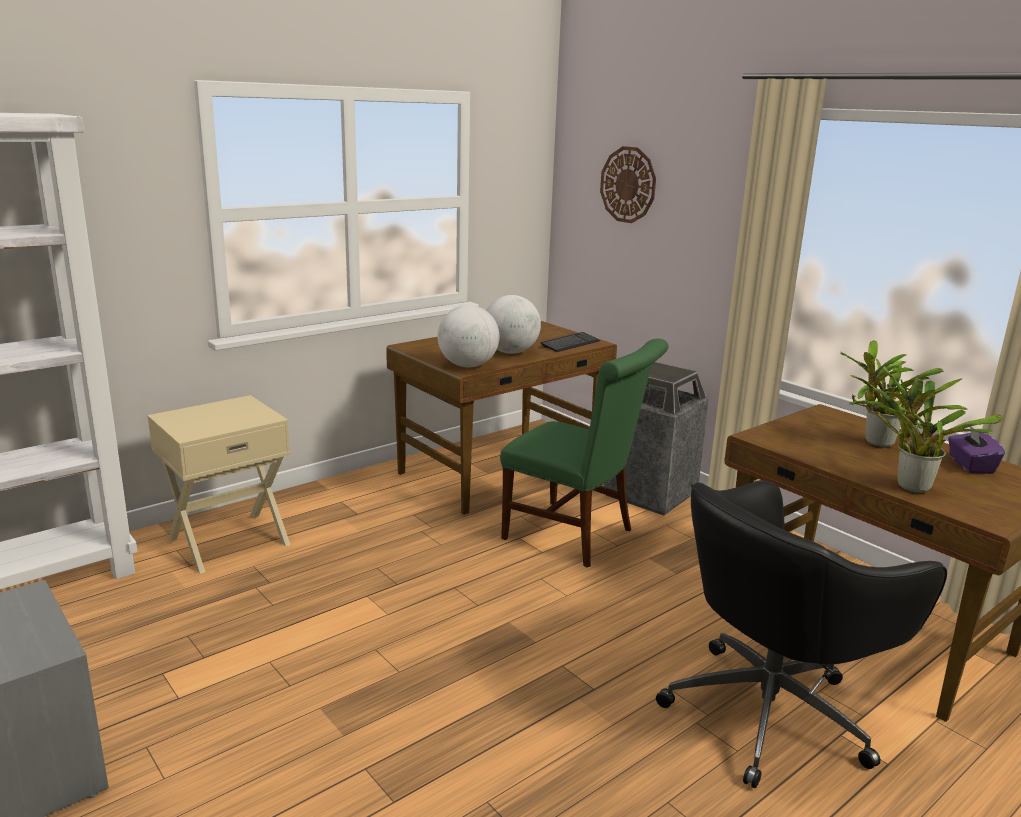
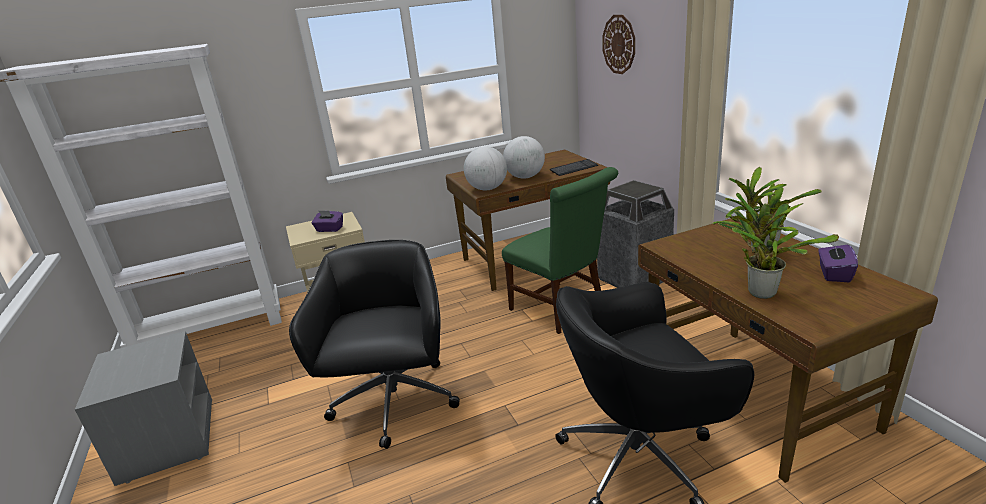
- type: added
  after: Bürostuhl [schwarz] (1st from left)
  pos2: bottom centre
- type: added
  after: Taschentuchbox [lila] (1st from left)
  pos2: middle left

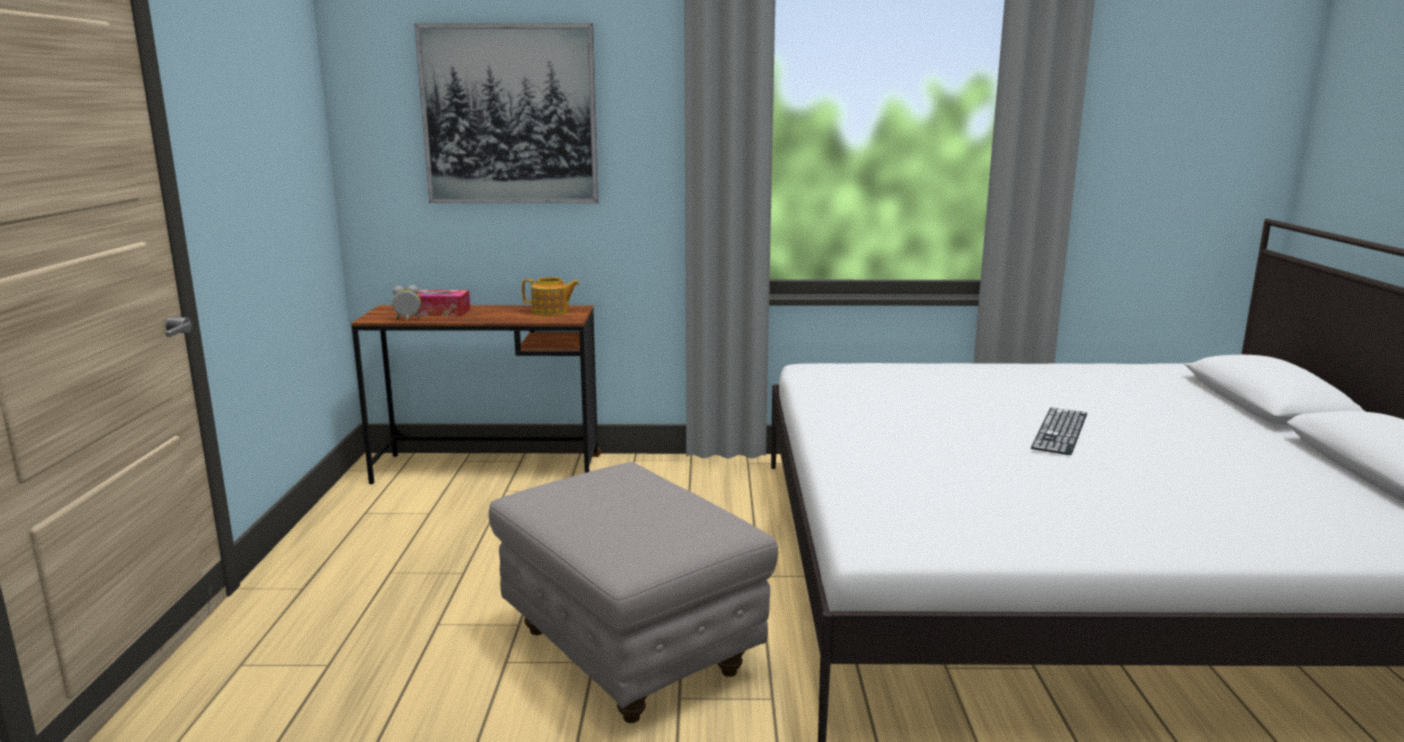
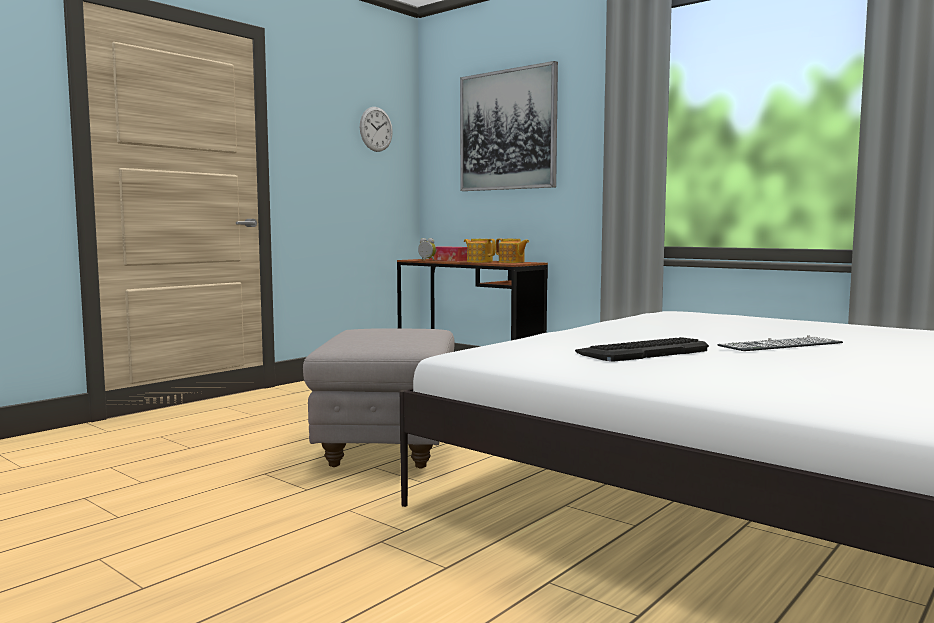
- type: added
  after: Wanduhr
  pos2: top centre
- type: added
  after: Teekanne (1st from left)
  pos2: centre
- type: added
  after: Tastatur (1st from left)
  pos2: middle right

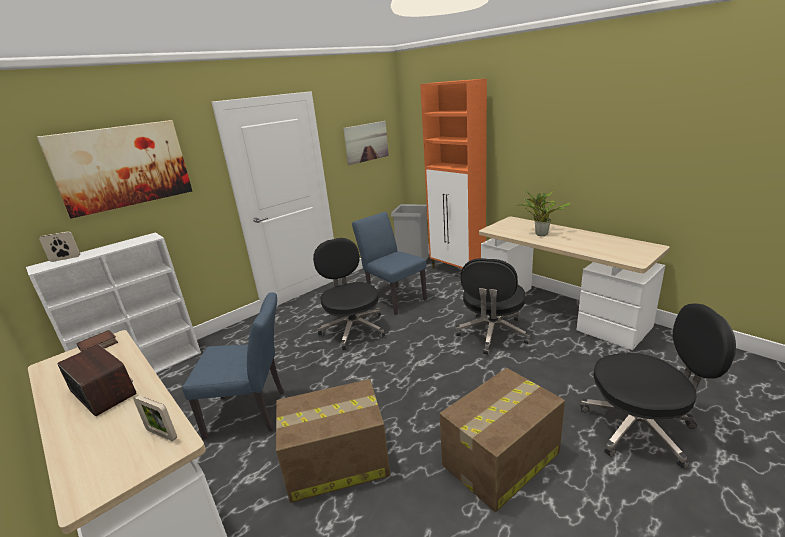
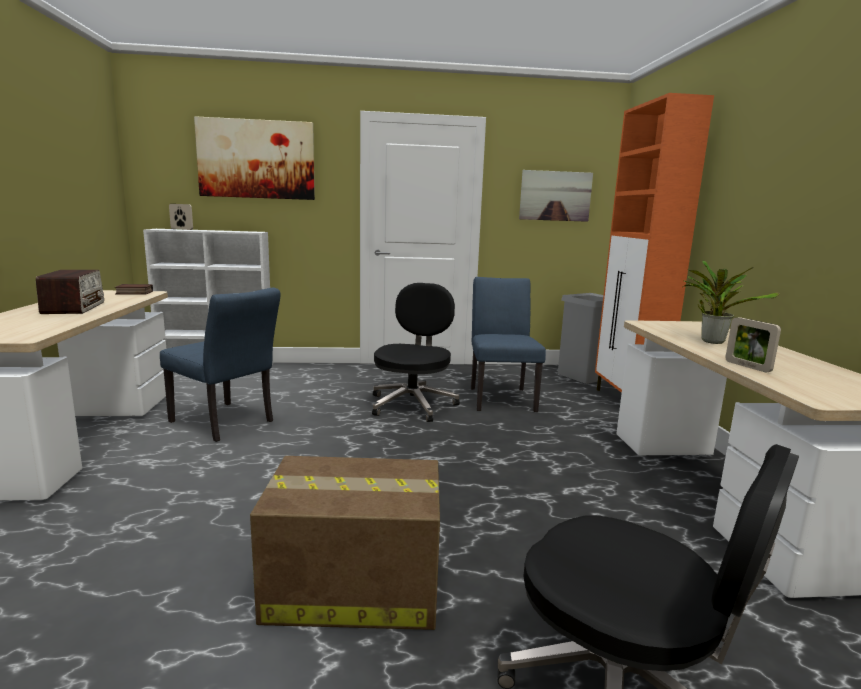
- type: moved
  before: Bilderrahmen (2nd from left)
  pos1: bottom left
  pos2: middle right
- type: removed
  before: Karton (1st from left)
  pos1: bottom centre
- type: removed
  before: Bürostuhl [schwarz] (2nd from left)
  pos1: centre

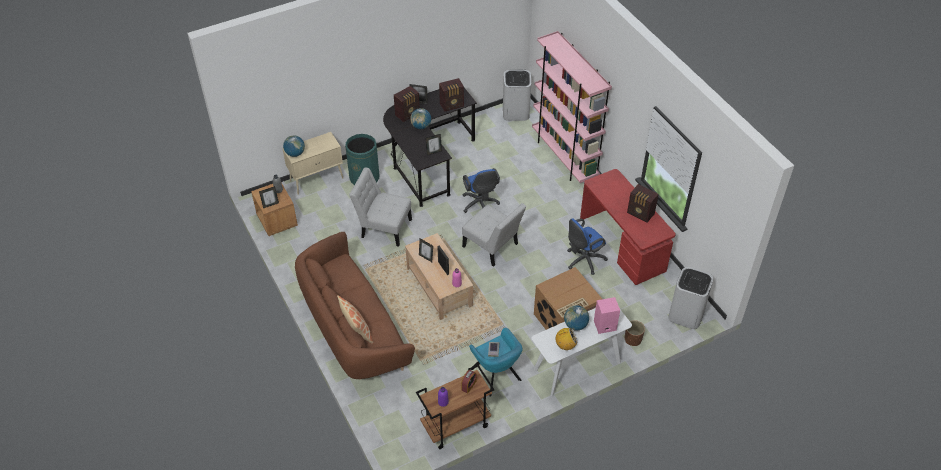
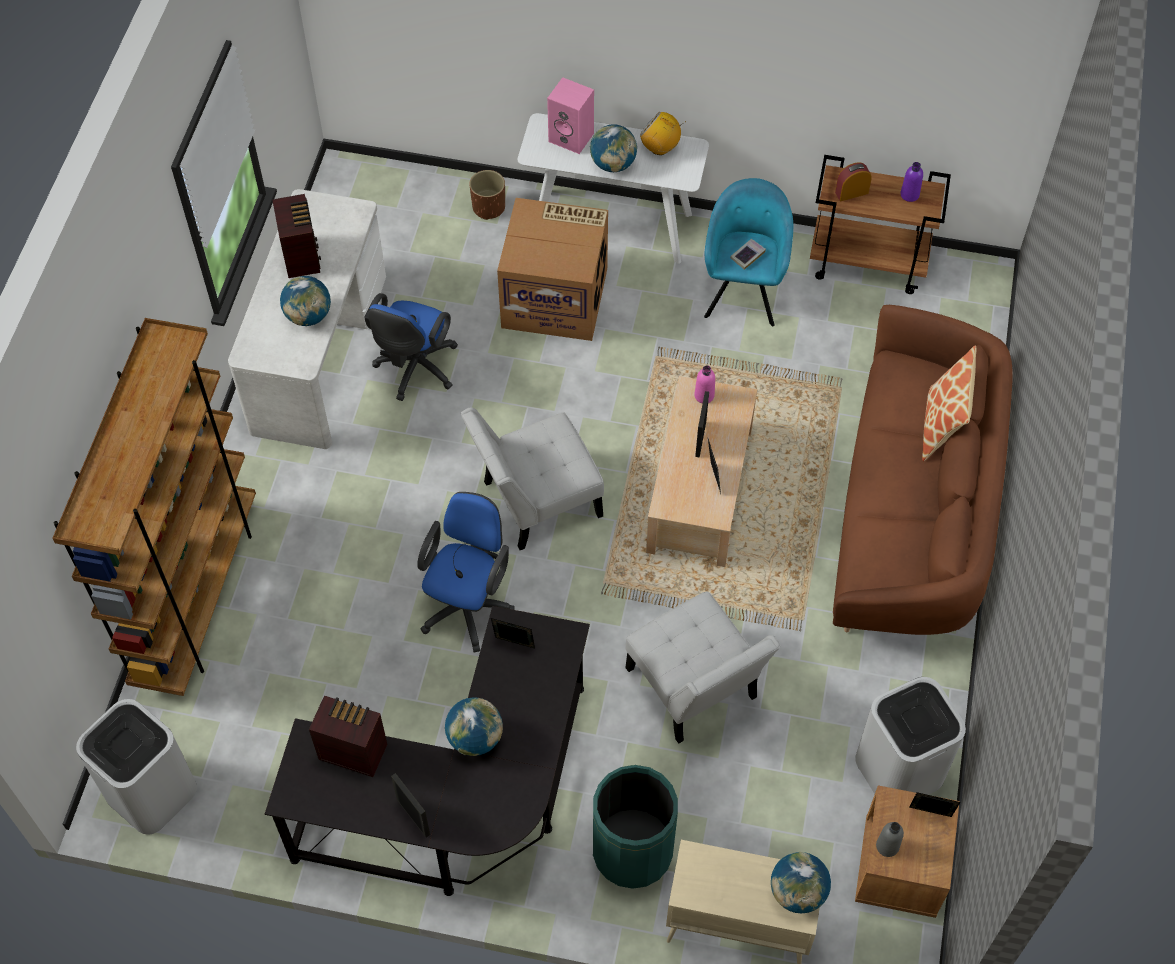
- type: recoloured
  before: Bücherregal [rosa]
  after: Bücherregal [braun]
  pos1: top centre
  pos2: middle left
- type: recoloured
  before: Schreibtisch [rot]
  after: Schreibtisch [weiß]
  pos1: middle right
  pos2: top left
- type: added
  after: Globus (1st from left)
  pos2: top left
- type: turned
  before: Bürostuhl [blau] (2nd from left in the first image)
  pos1: centre
  pos2: centre
  turn: 105
- type: turned
  before: Stuhl [weiß] (2nd from left in the first image)
  pos1: centre
  pos2: centre
  turn: -105
- type: moved
  before: Mülleimer [weiß] (2nd from left)
  pos1: middle right
  pos2: bottom right
- type: removed
  before: Radio (1st from left)
  pos1: top centre

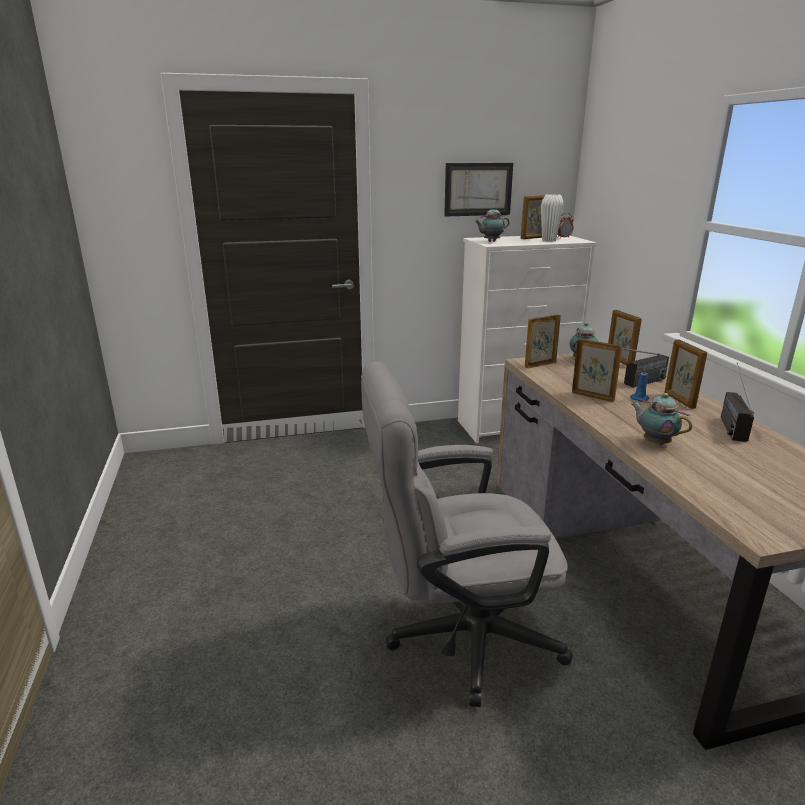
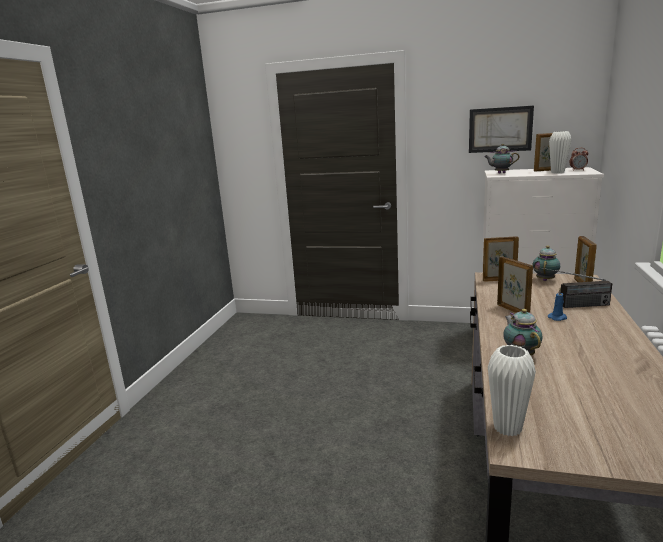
- type: added
  after: Vase [weiß] (1st from left)
  pos2: bottom right
- type: removed
  before: Bürostuhl [grau]
  pos1: centre
- type: removed
  before: Bilderrahmen (5th from left)
  pos1: middle right
- type: removed
  before: Radio (2nd from left)
  pos1: middle right

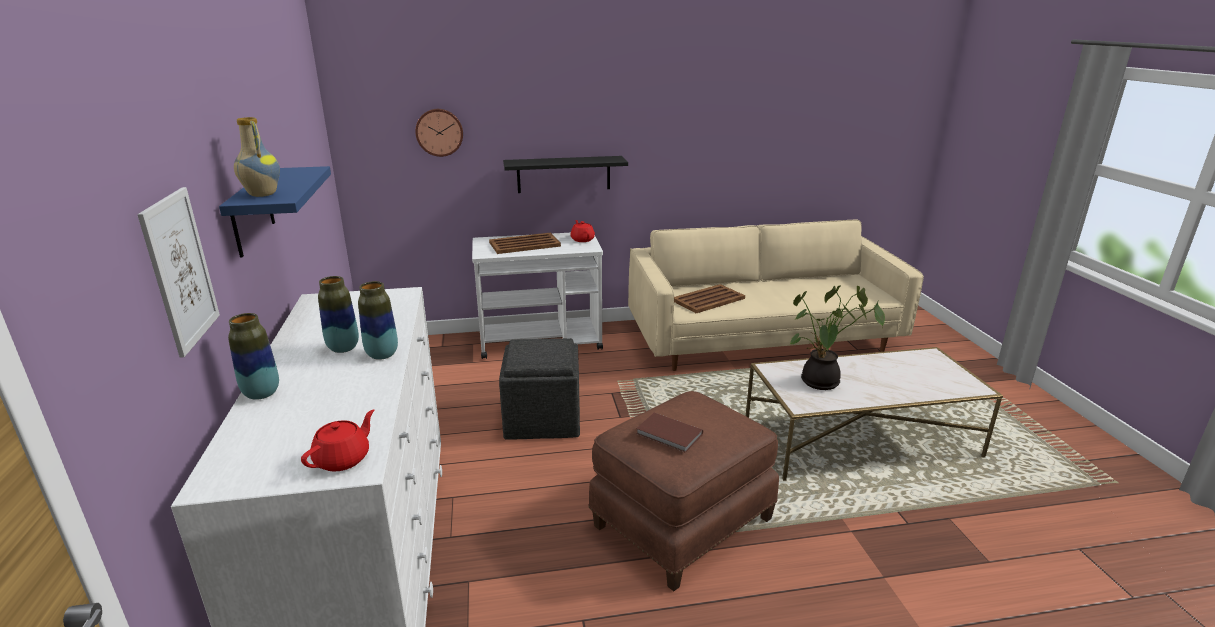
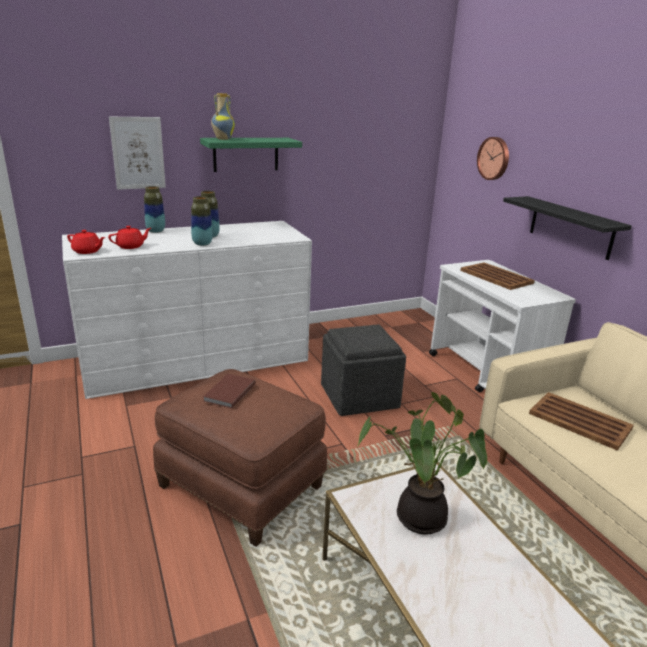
- type: moved
  before: Teekanne [rot] (2nd from left)
  pos1: centre
  pos2: middle left
- type: recoloured
  before: Wandregal [blau]
  after: Wandregal [grün]
  pos1: middle left
  pos2: top centre

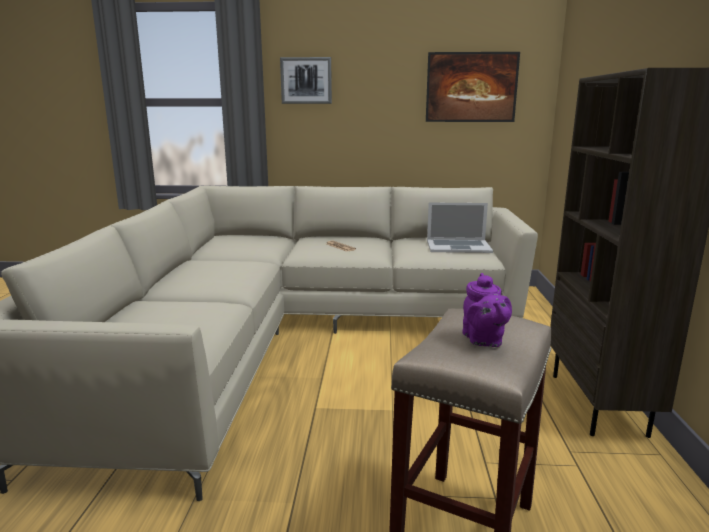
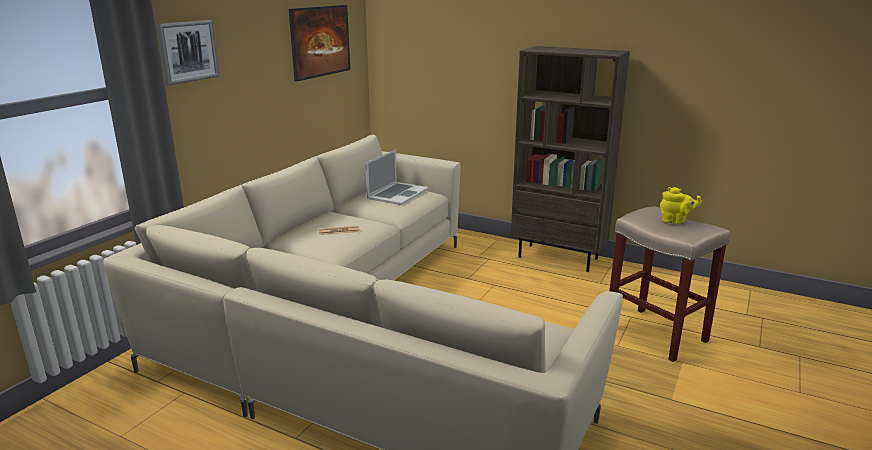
- type: recoloured
  before: Teekanne [lila]
  after: Teekanne [gelb]
  pos1: middle right
  pos2: middle right

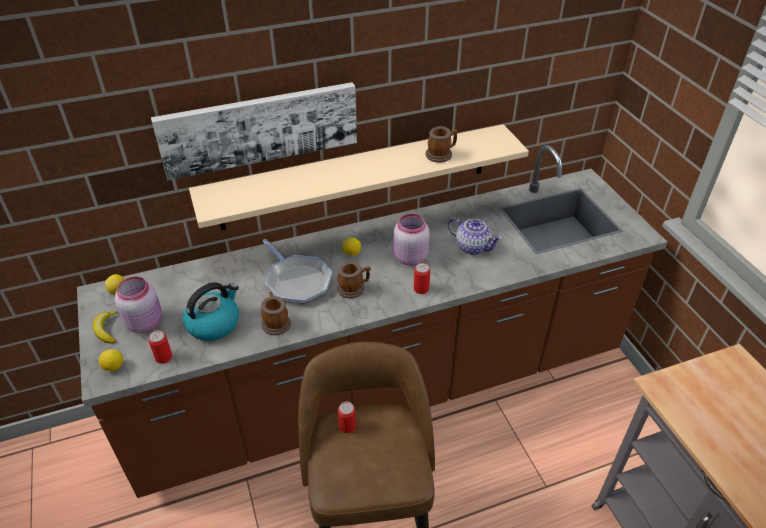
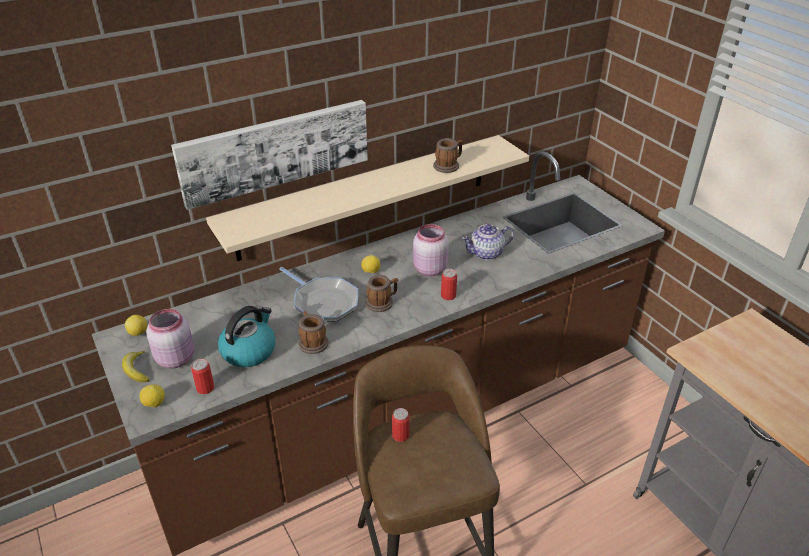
- type: turned
  before: Teekanne
  pos1: centre
  pos2: centre
  turn: 135

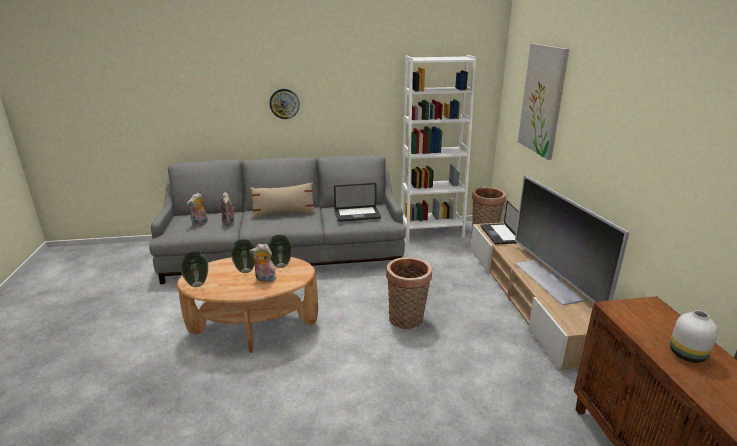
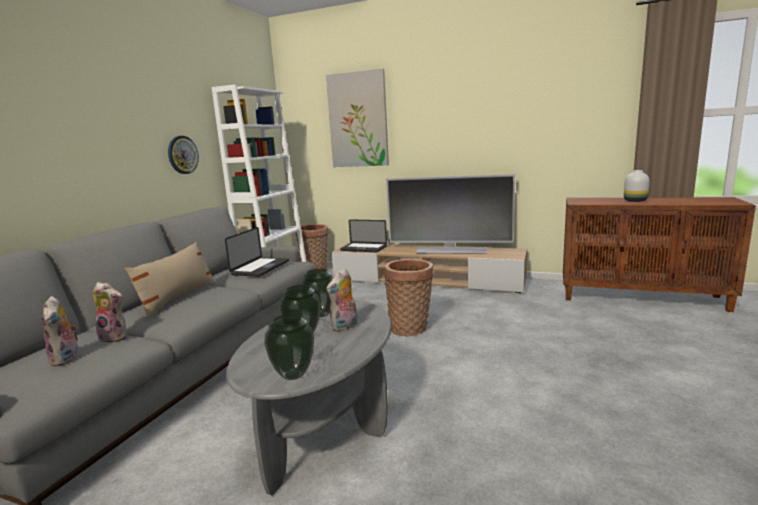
- type: moved
  before: Wanduhr
  pos1: top centre
  pos2: top left
- type: recoloured
  before: Couchtisch [braun]
  after: Couchtisch [grau]
  pos1: bottom centre
  pos2: bottom centre

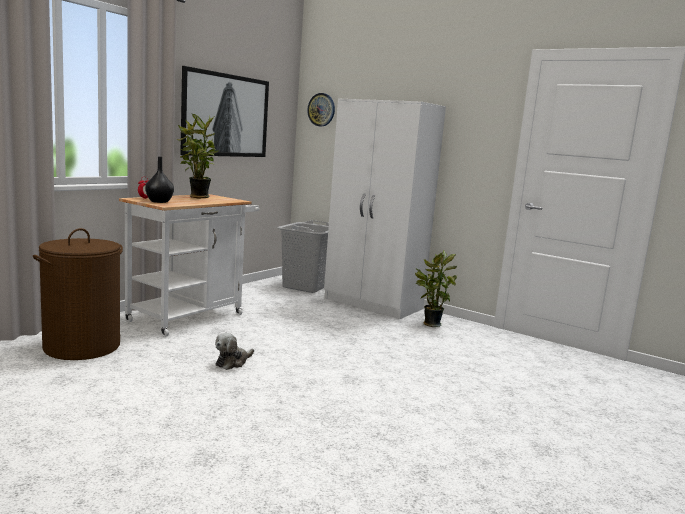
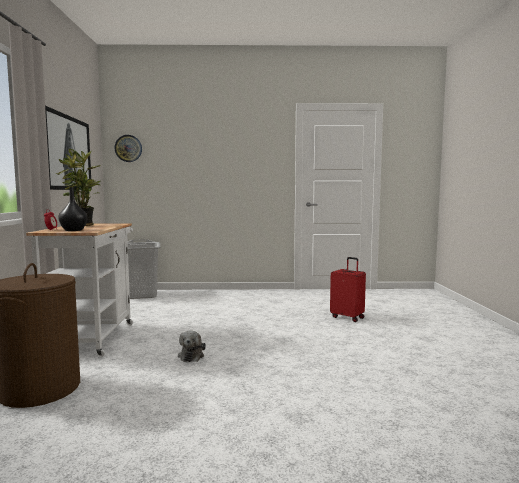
- type: added
  after: Koffer [rot]
  pos2: middle right
- type: removed
  before: Kleiderschrank [weiß]
  pos1: centre
- type: removed
  before: Topfpflanze (2nd from left)
  pos1: centre

